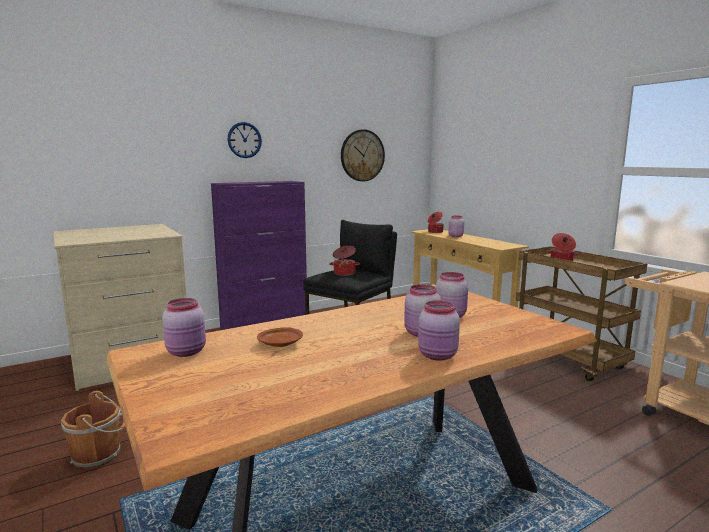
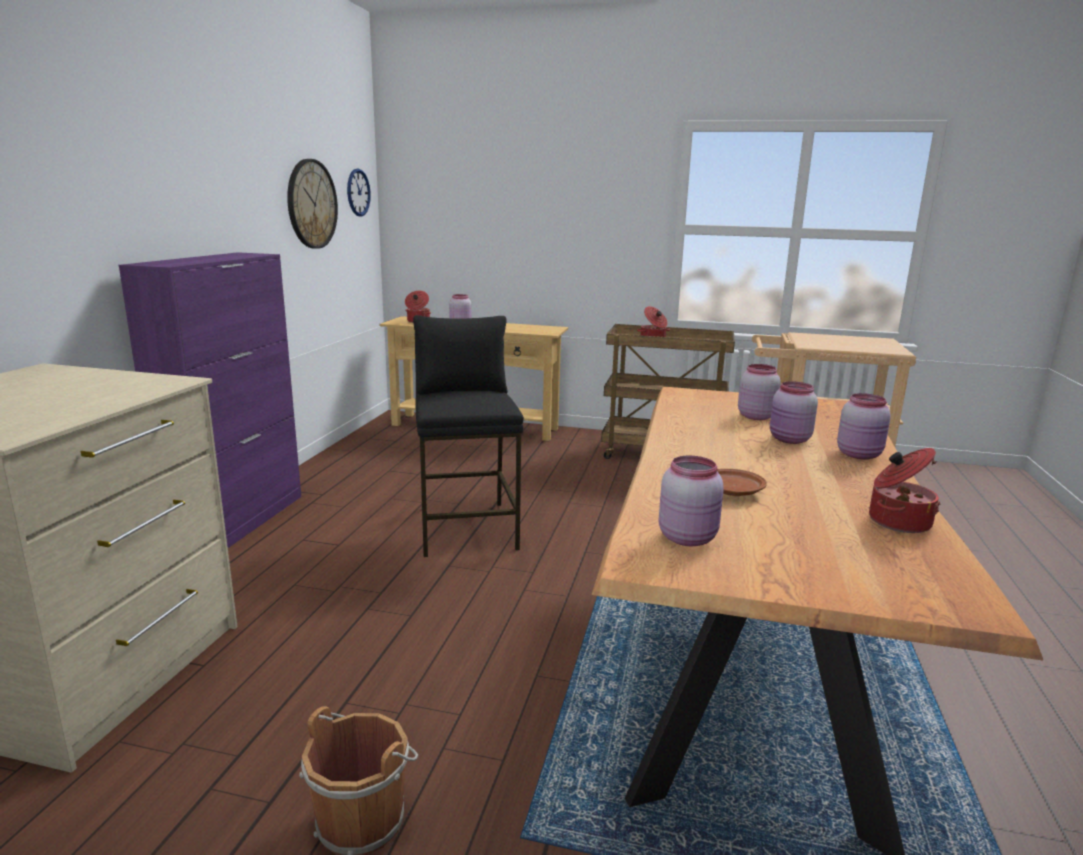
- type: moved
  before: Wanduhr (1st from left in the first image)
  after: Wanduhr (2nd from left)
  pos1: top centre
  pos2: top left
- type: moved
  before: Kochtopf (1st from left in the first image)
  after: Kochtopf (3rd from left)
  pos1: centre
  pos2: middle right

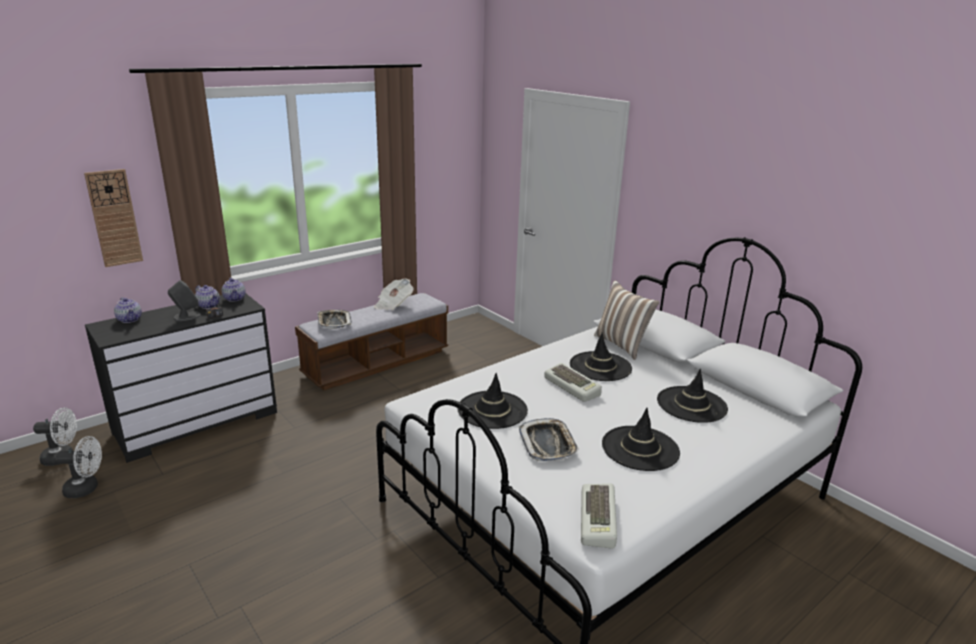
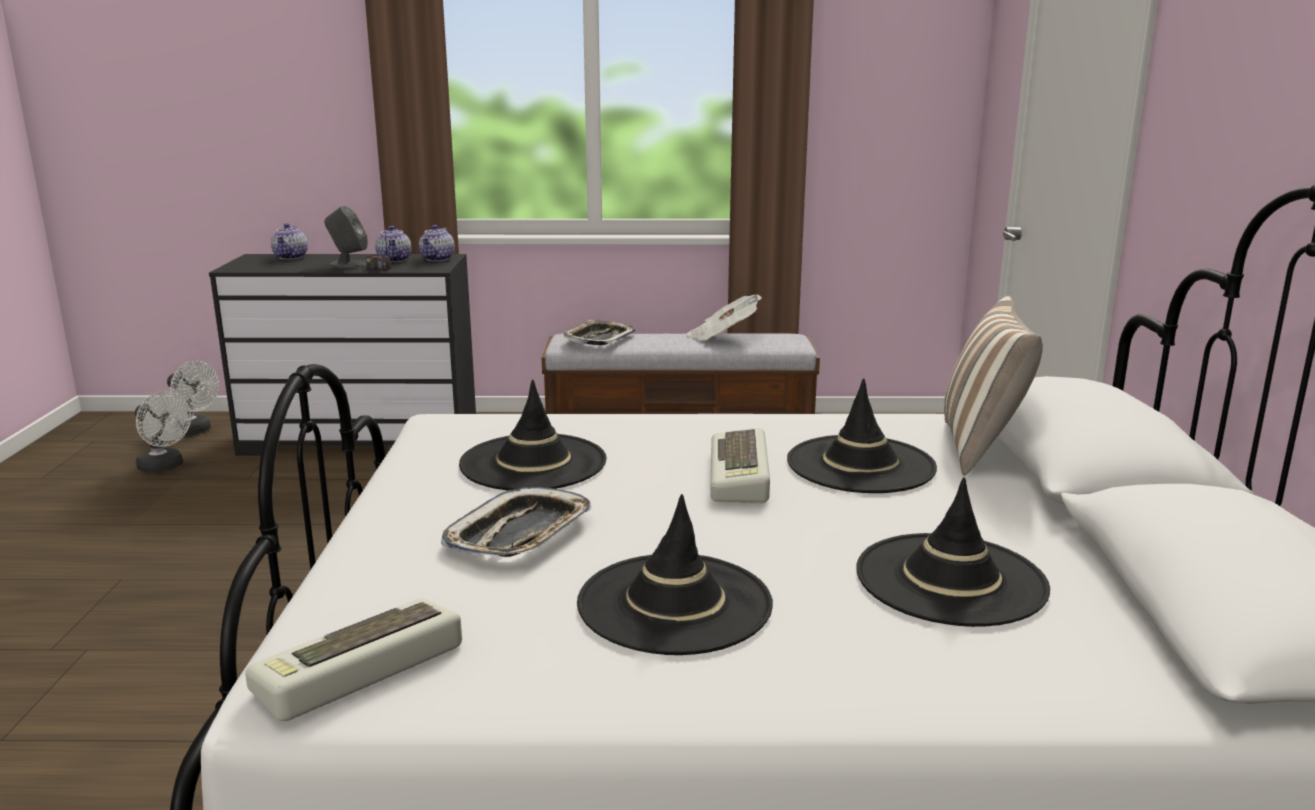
- type: removed
  before: Wanduhr
  pos1: middle left

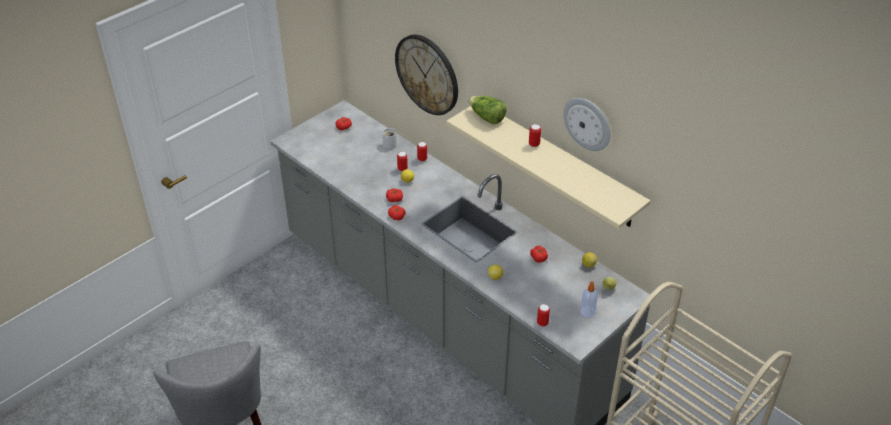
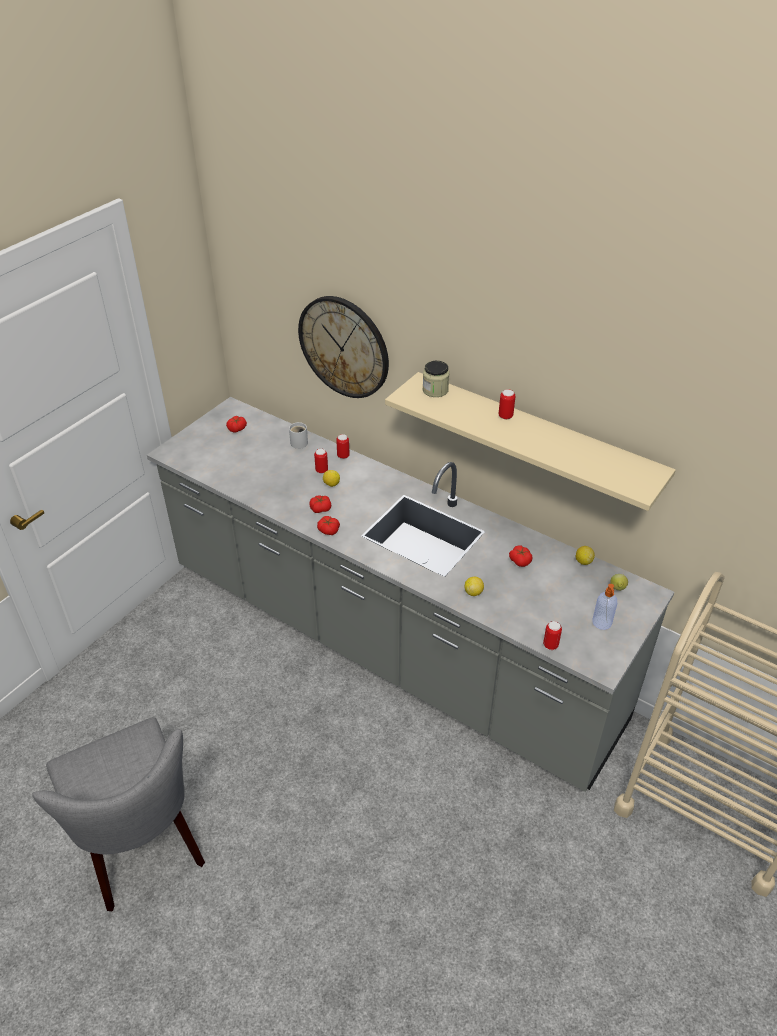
- type: replaced
  before: Salatkopf
  after: Vorratsglas
  pos1: top centre
  pos2: centre
- type: removed
  before: Wanduhr (2nd from left)
  pos1: top centre

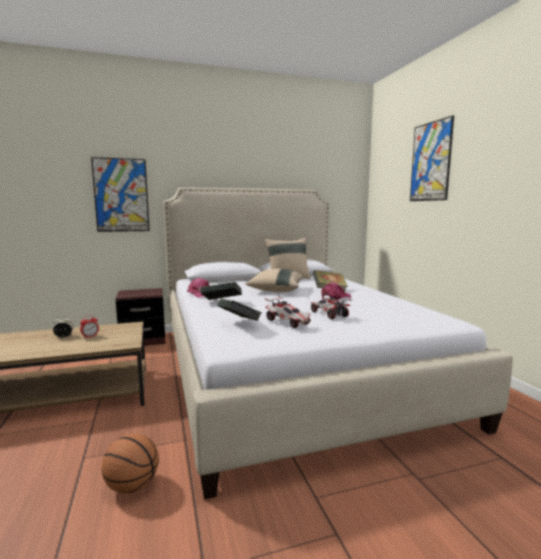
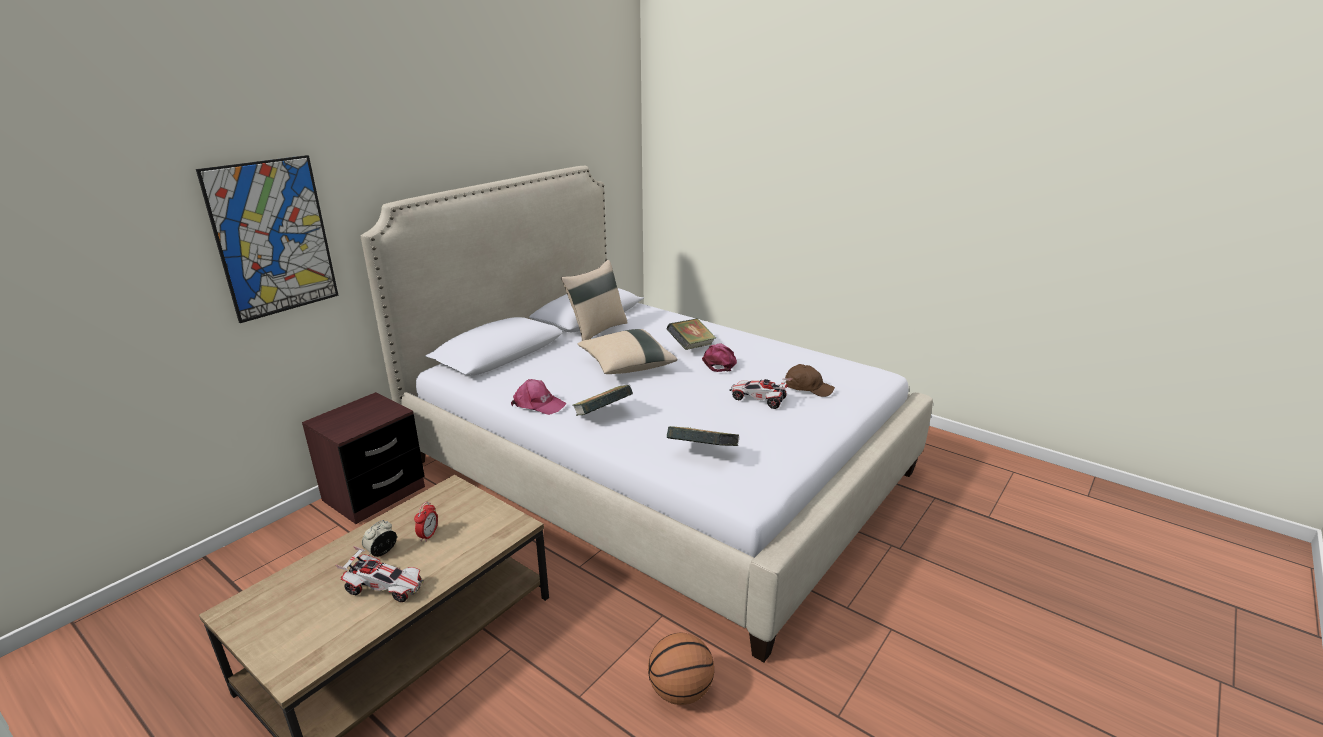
- type: moved
  before: Spielzeugauto (1st from left)
  pos1: centre
  pos2: bottom left
- type: added
  after: Kappe [braun]
  pos2: centre
- type: removed
  before: Bild (2nd from left)
  pos1: top right

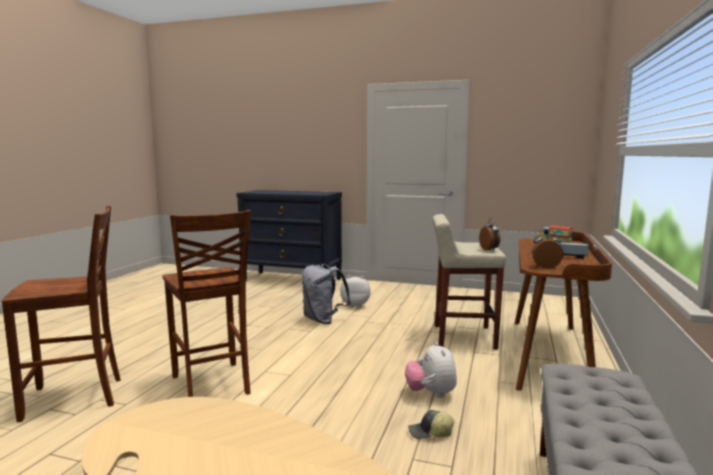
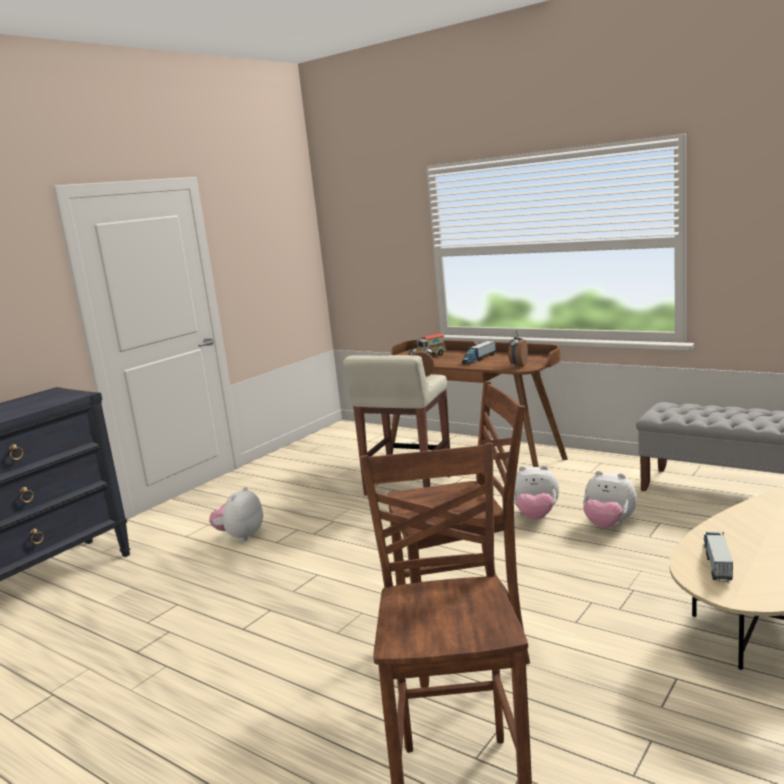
- type: replaced
  before: Kappe
  after: Plüschtier (3rd from left)
  pos1: bottom centre
  pos2: middle right
- type: added
  after: Spielzeuglaster (3rd from left)
  pos2: bottom right
- type: removed
  before: Rucksack [grau]
  pos1: centre

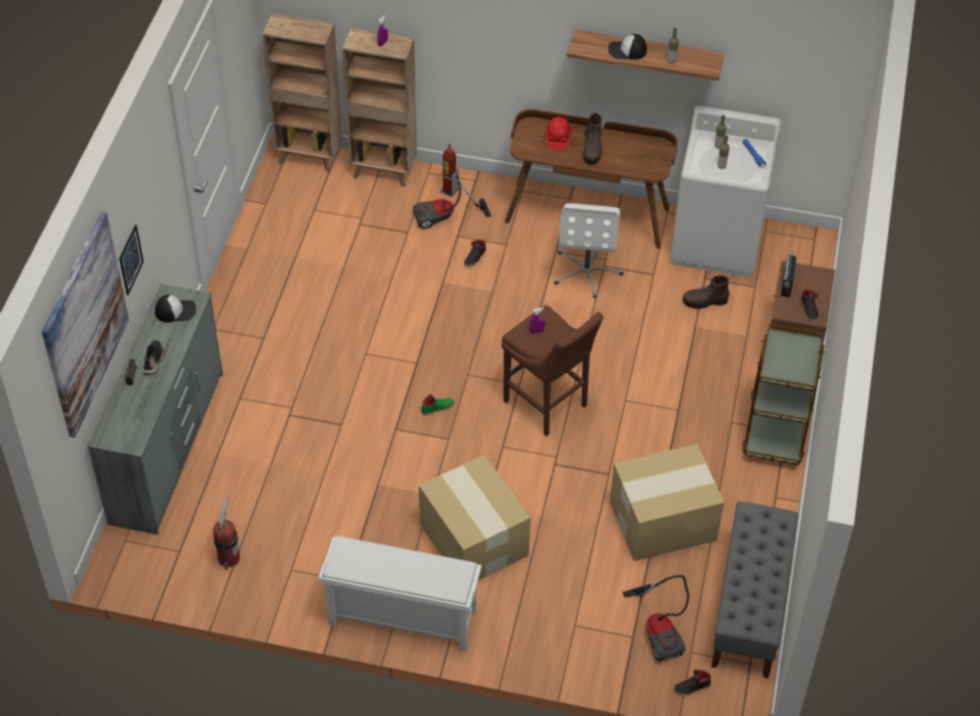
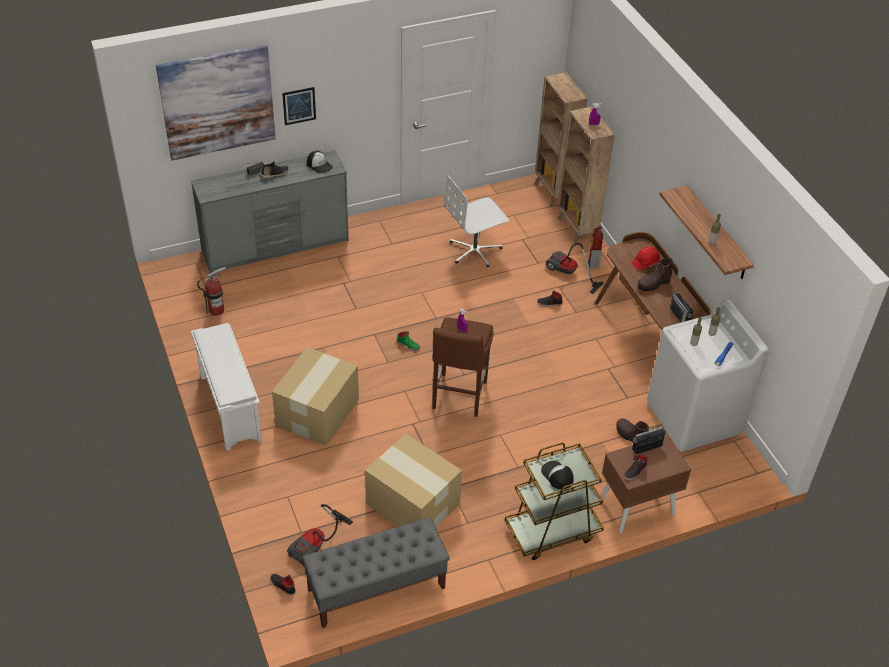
- type: moved
  before: Bürostuhl [weiß]
  pos1: centre
  pos2: top centre
- type: moved
  before: Kappe (2nd from left)
  pos1: top centre
  pos2: bottom centre
- type: added
  after: Radio (3rd from left)
  pos2: middle right

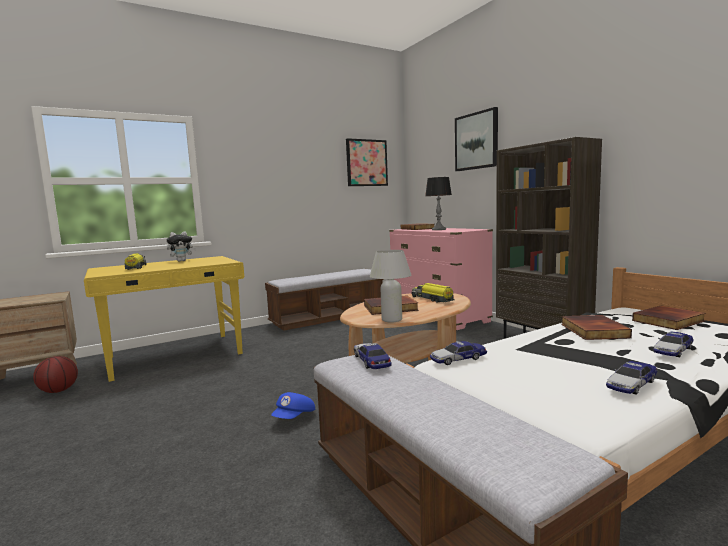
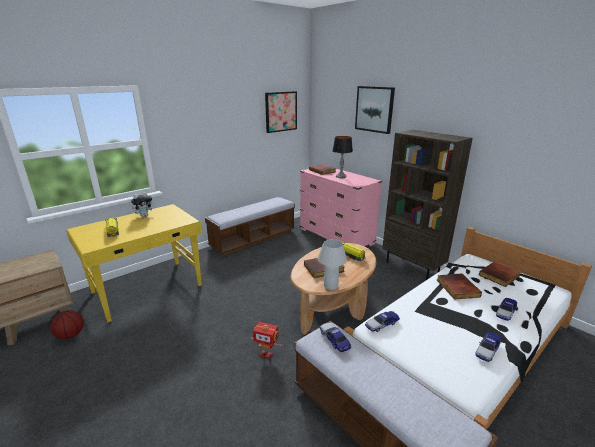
- type: replaced
  before: Kappe [blau]
  after: Spielzeugroboter
  pos1: bottom centre
  pos2: bottom centre

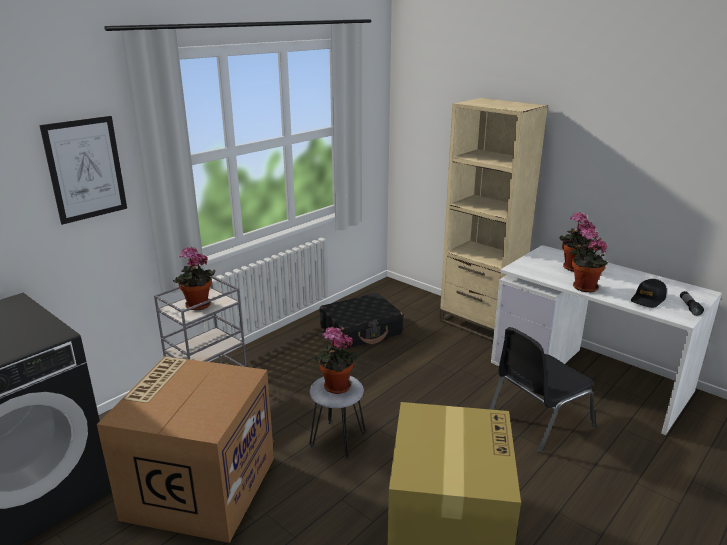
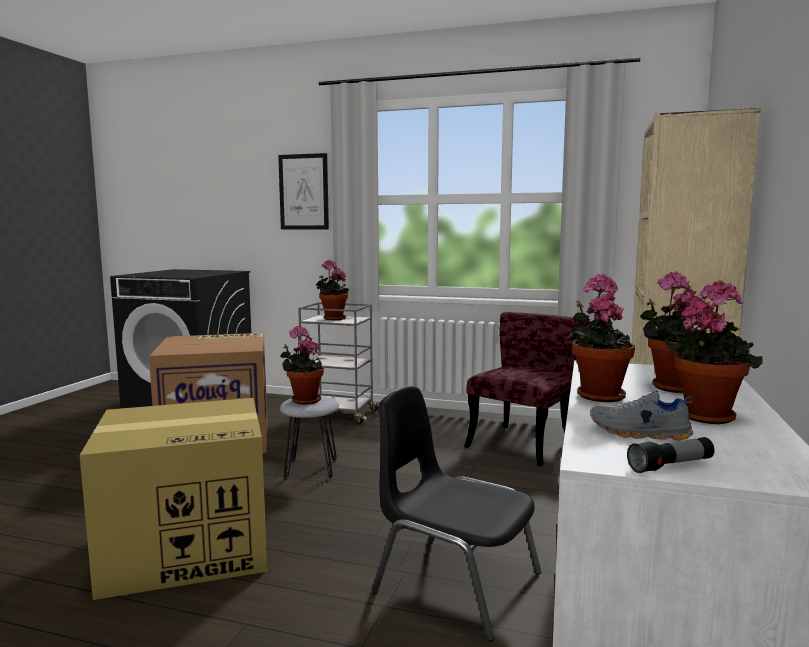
- type: replaced
  before: Koffer [schwarz]
  after: Stuhl [rot]
  pos1: centre
  pos2: centre
- type: replaced
  before: Kappe [schwarz]
  after: Schuh [grau]
  pos1: middle right
  pos2: middle right
- type: added
  after: Topfpflanze (5th from left)
  pos2: middle right

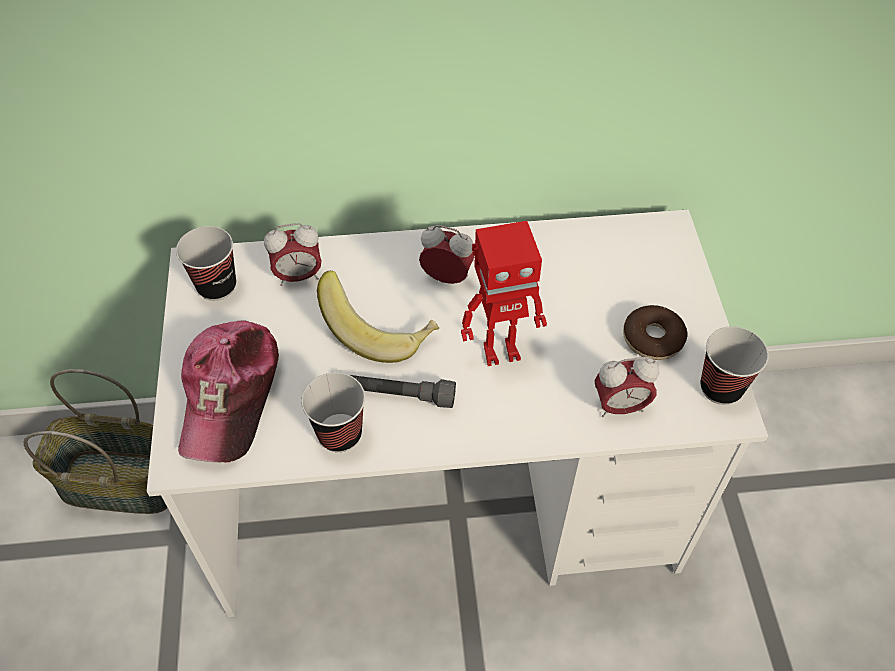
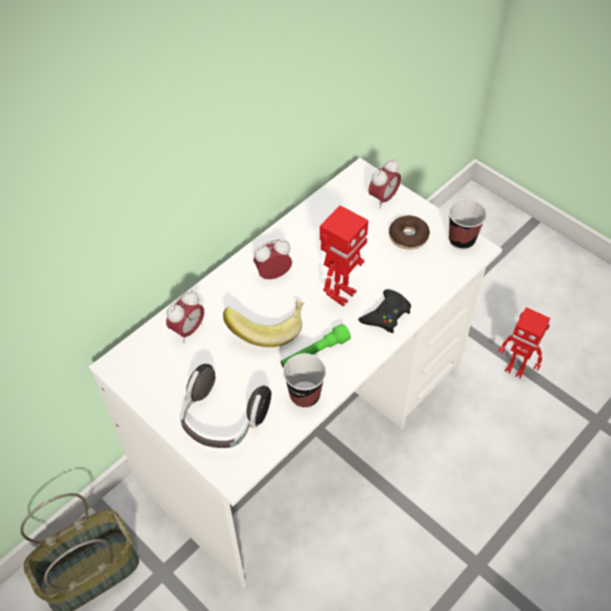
- type: replaced
  before: Kappe
  after: Kopfhörer
  pos1: middle left
  pos2: centre
- type: recoloured
  before: Taschenlampe [grau]
  after: Taschenlampe [grün]
  pos1: centre
  pos2: centre
- type: added
  after: Gamepad [schwarz]
  pos2: centre
- type: moved
  before: Wecker (3rd from left)
  pos1: middle right
  pos2: top centre
- type: added
  after: Spielzeugroboter (2nd from left)
  pos2: middle right
- type: removed
  before: Tasse (1st from left)
  pos1: middle left

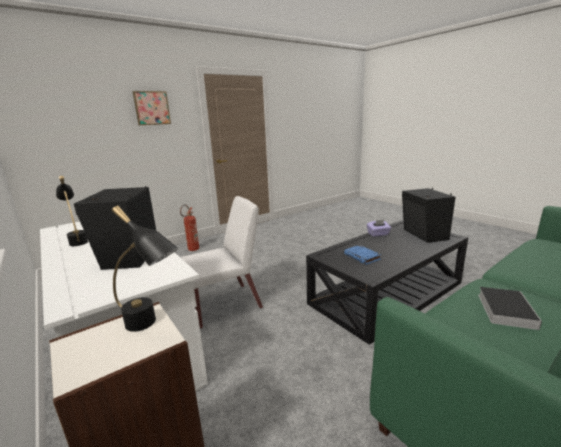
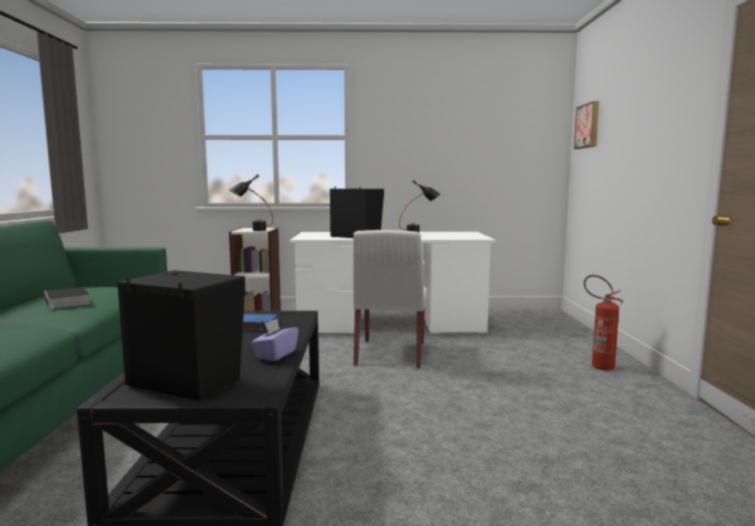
- type: moved
  before: Bild
  pos1: top left
  pos2: top right

